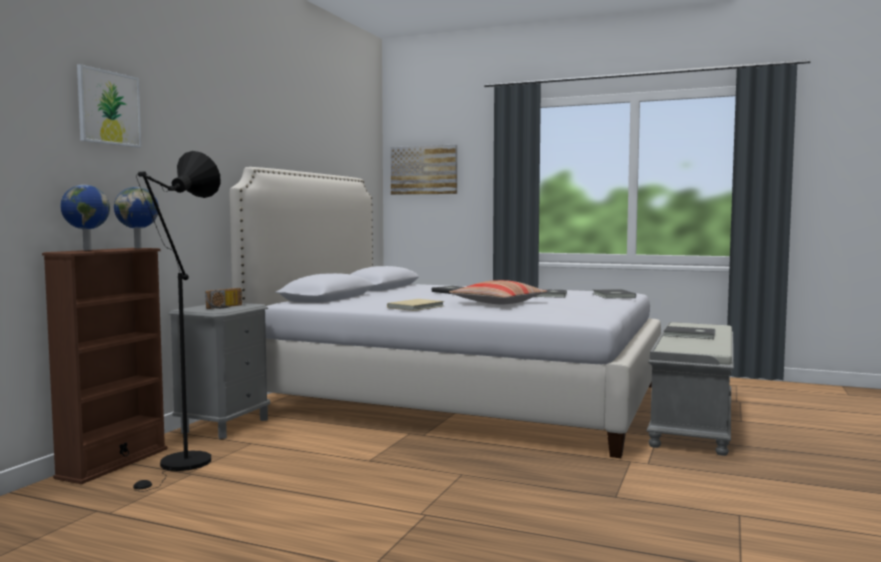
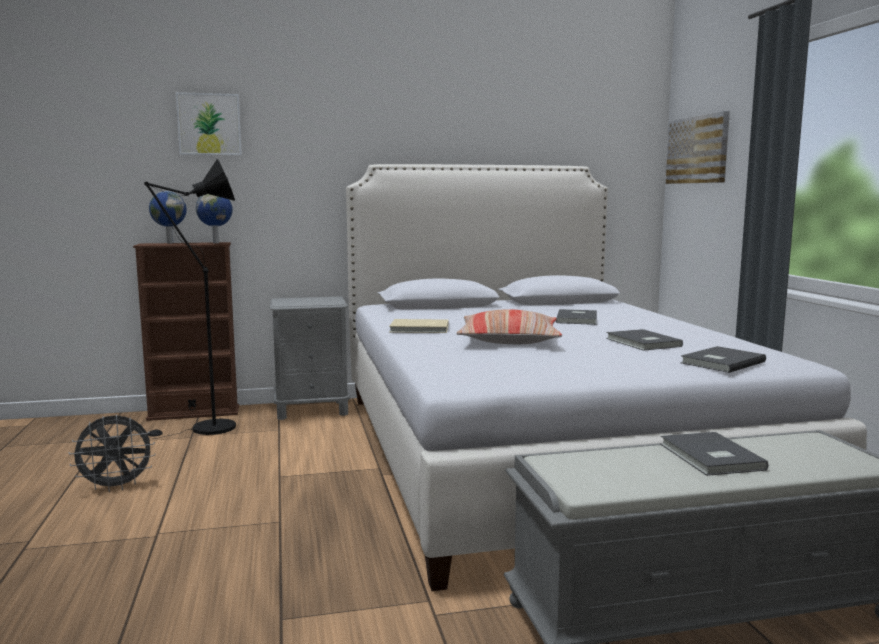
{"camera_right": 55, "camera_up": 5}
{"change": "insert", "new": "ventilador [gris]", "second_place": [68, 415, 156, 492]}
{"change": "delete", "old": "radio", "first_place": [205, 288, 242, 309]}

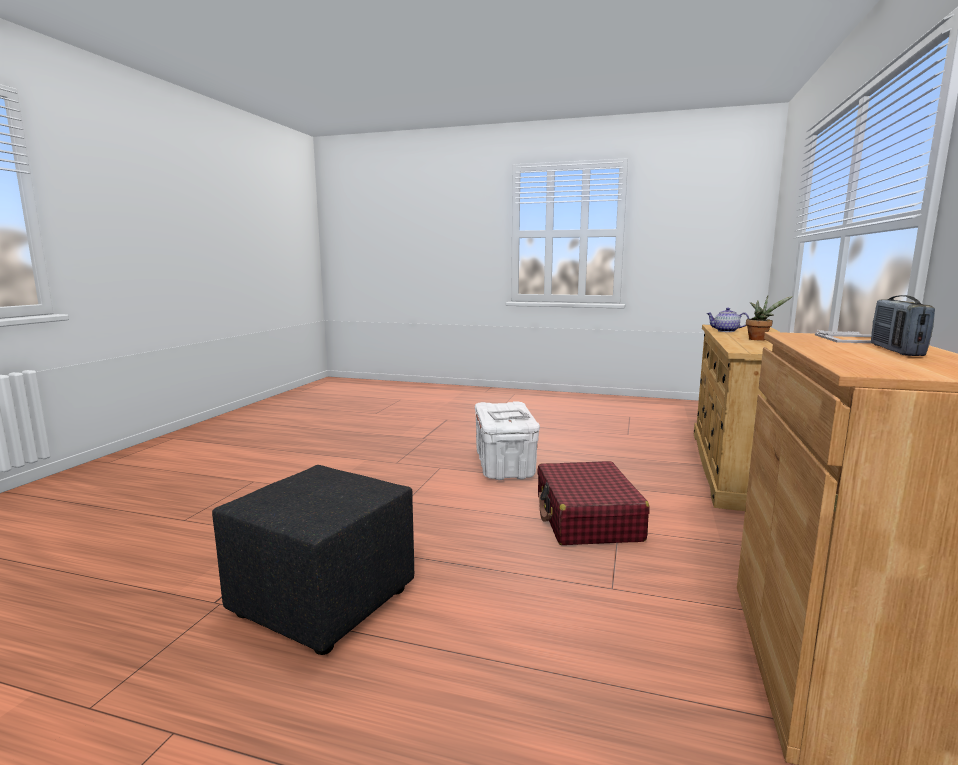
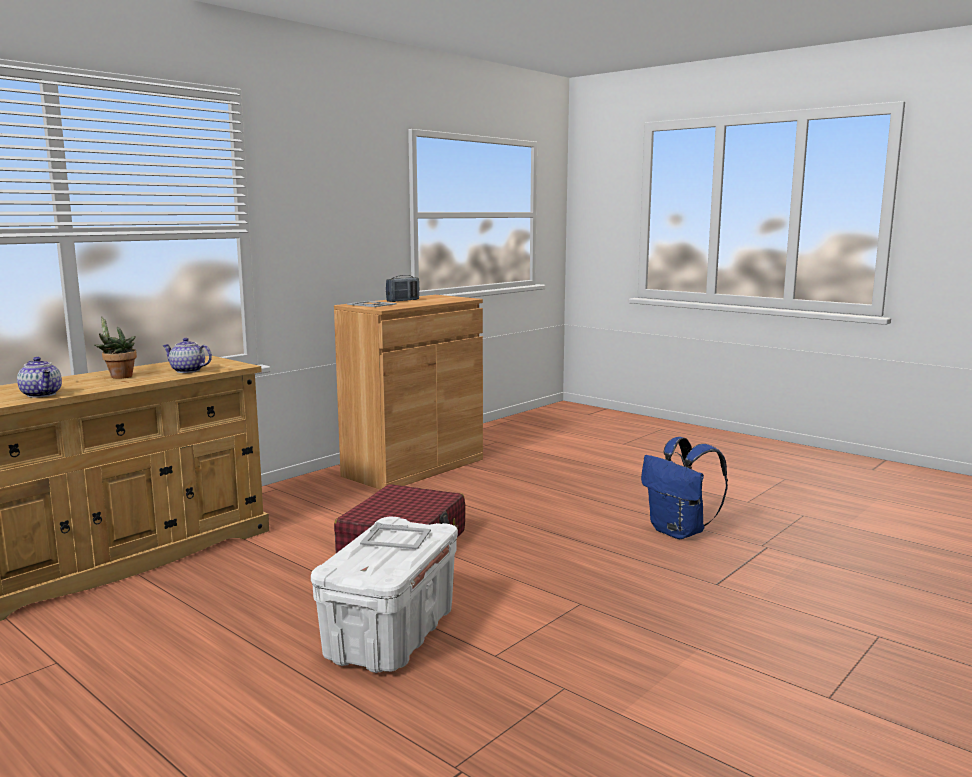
{"camera_right": -155, "camera_up": 0}
{"change": "insert", "new": "tetera", "second_place": [162, 338, 212, 373]}
{"change": "replace", "old": "puf [negro]", "new": "mochila [azul]", "first_place": [212, 465, 414, 655], "second_place": [641, 437, 728, 539]}

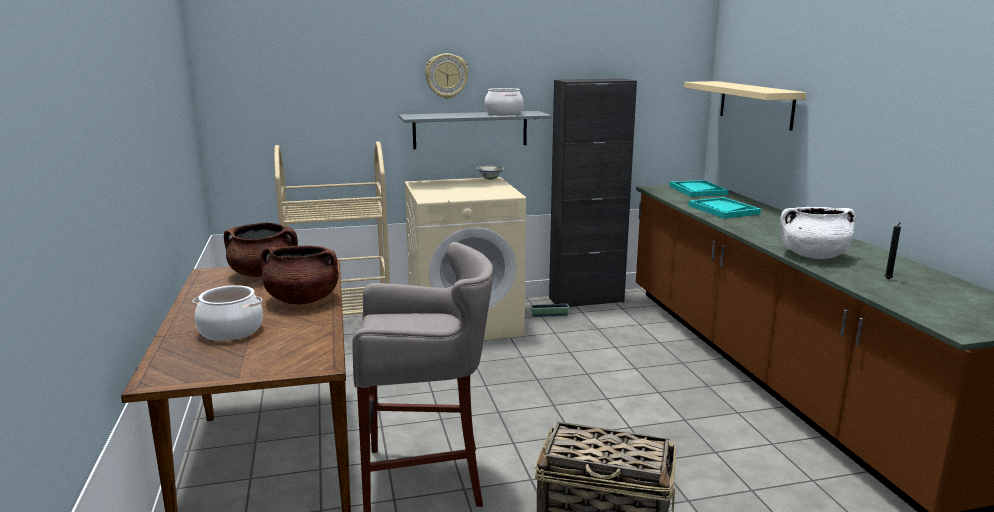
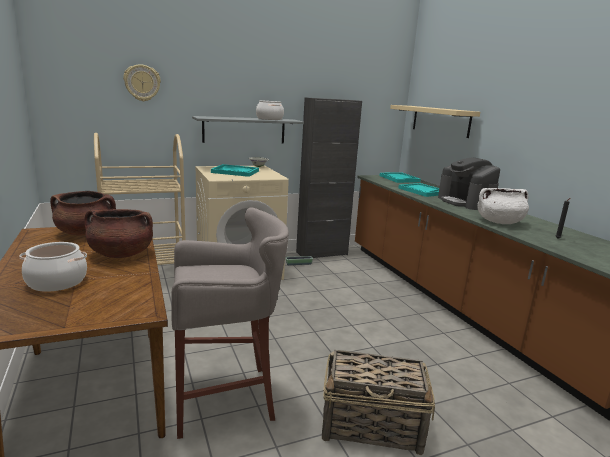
{"camera_right": -10, "camera_up": 0}
{"change": "move", "old": "reloj de pared", "first_place": [425, 53, 469, 99], "second_place": [123, 64, 161, 101]}
{"change": "insert", "new": "bandeja [turquesa]", "second_place": [211, 164, 259, 177]}
{"change": "insert", "new": "cafetera", "second_place": [438, 158, 500, 210]}

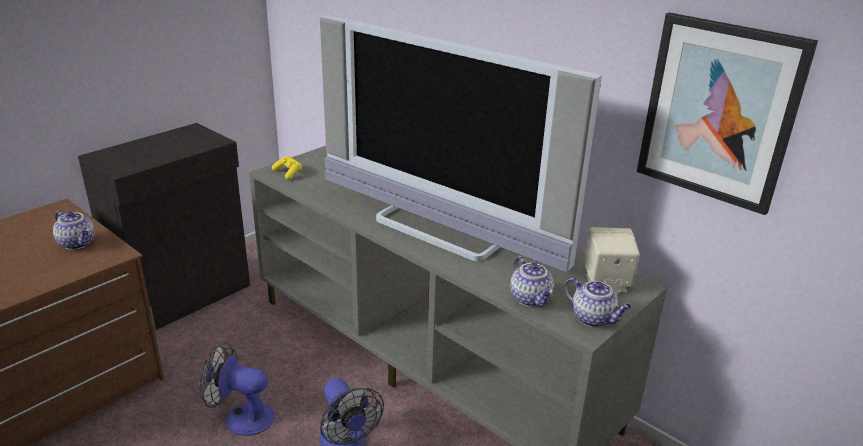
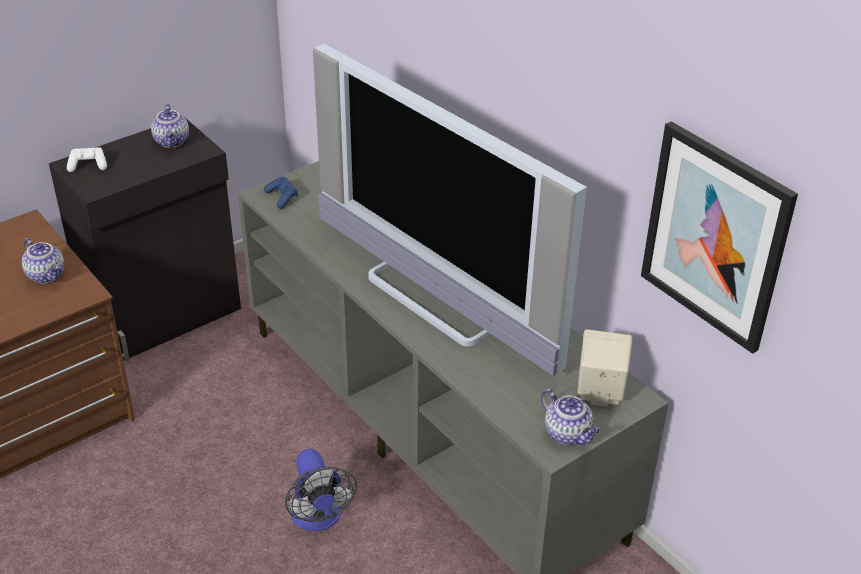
{"camera_right": 10, "camera_up": 10}
{"change": "insert", "new": "mando de consola [blanco]", "second_place": [67, 147, 107, 172]}
{"change": "move", "old": "tetera", "first_place": [510, 256, 554, 307], "second_place": [151, 104, 189, 148]}
{"change": "recolor", "old": "mando de consola [amarillo]", "new": "mando de consola [azul]", "first_place": [272, 156, 302, 180], "second_place": [264, 176, 298, 209]}
{"change": "delete", "old": "ventilador", "first_place": [199, 342, 274, 436]}

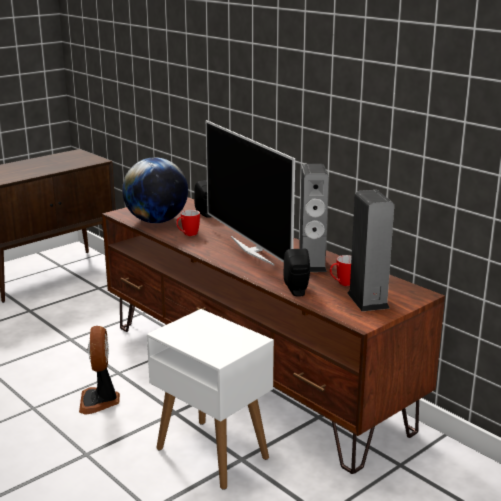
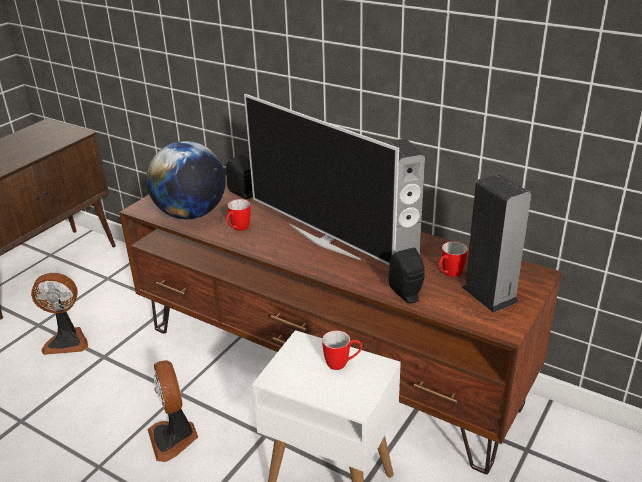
{"camera_right": -15, "camera_up": 10}
{"change": "insert", "new": "ventilador", "second_place": [31, 273, 88, 355]}
{"change": "insert", "new": "taza grande", "second_place": [322, 330, 362, 370]}

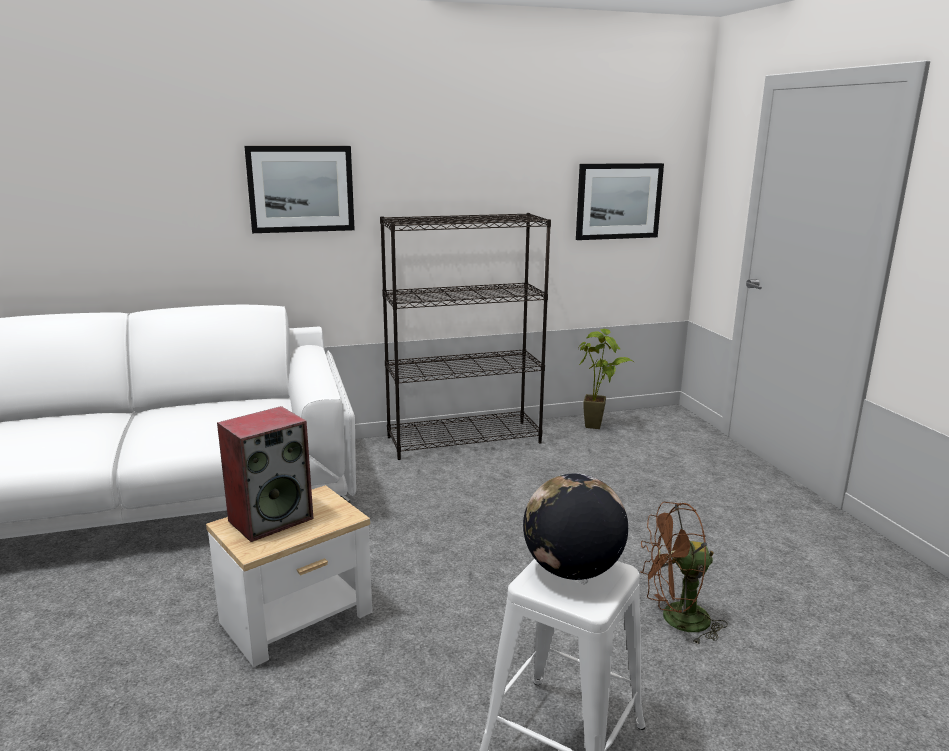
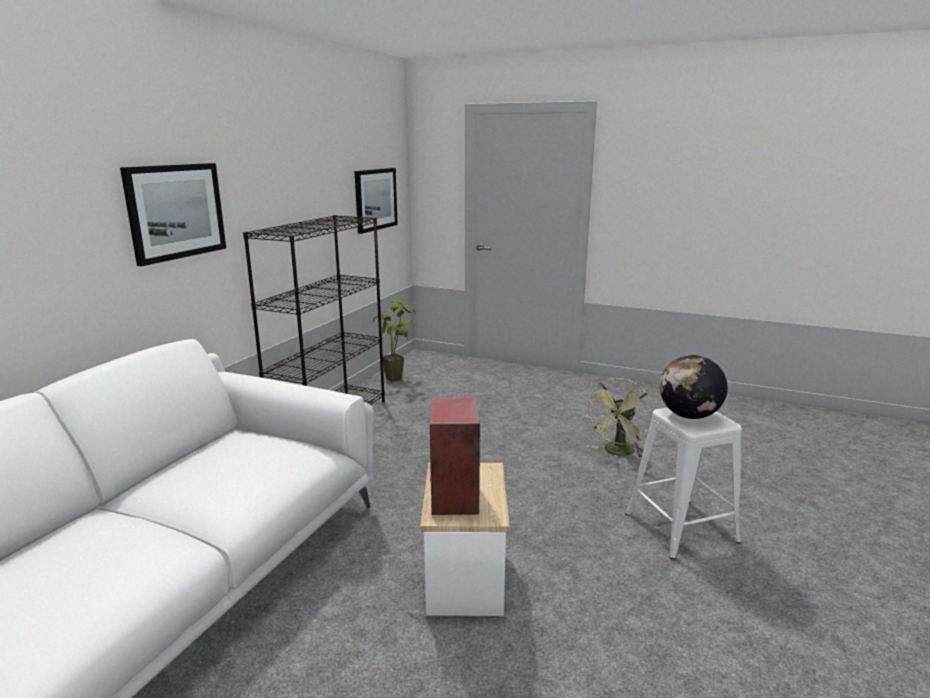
{"camera_right": -50, "camera_up": 0}
{"change": "recolor", "old": "ventilador [marrón]", "new": "ventilador [verde]", "first_place": [640, 502, 728, 645], "second_place": [585, 378, 653, 457]}

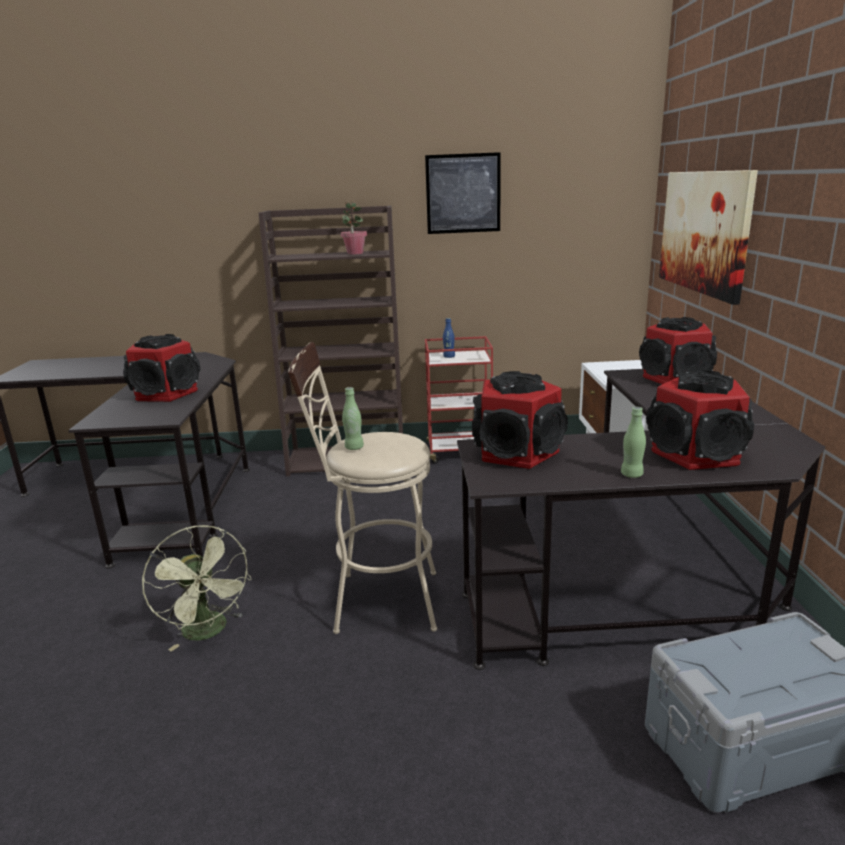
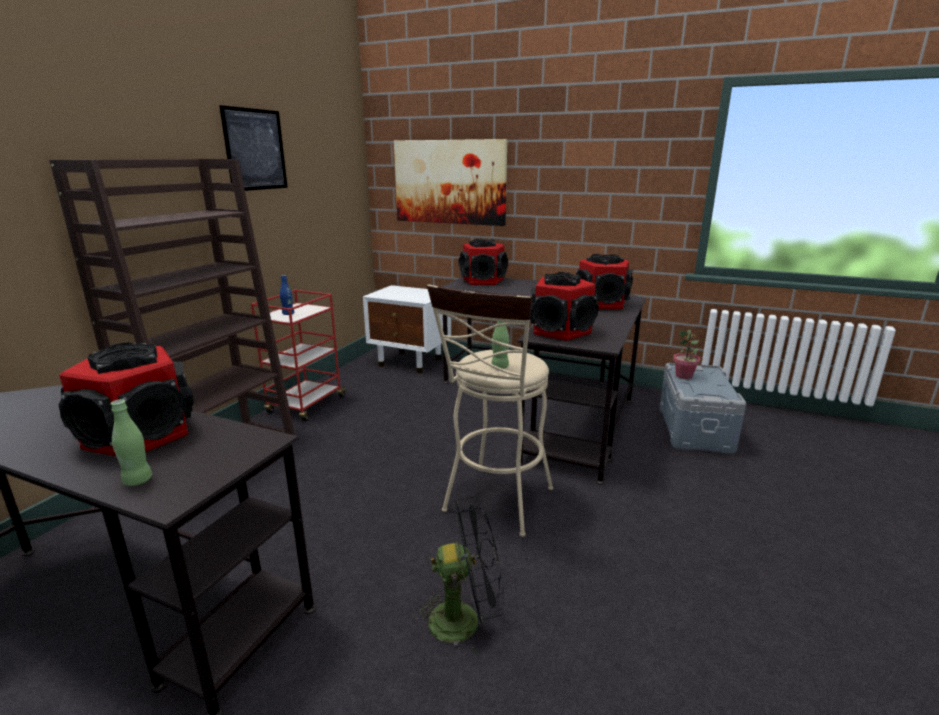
{"camera_right": -65, "camera_up": 0}
{"change": "move", "old": "botella [verde]", "first_place": [621, 407, 646, 478], "second_place": [111, 399, 152, 486]}
{"change": "recolor", "old": "ventilador [verde]", "new": "ventilador [negro]", "first_place": [142, 525, 252, 651], "second_place": [413, 496, 504, 658]}
{"change": "move", "old": "planta en maceta", "first_place": [341, 202, 367, 255], "second_place": [673, 330, 701, 379]}

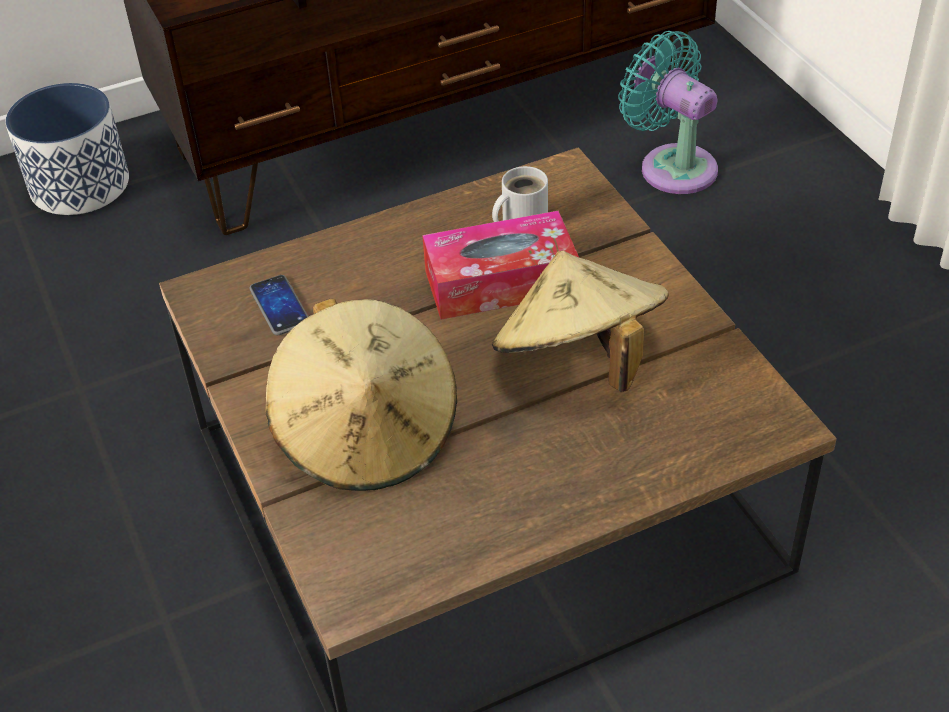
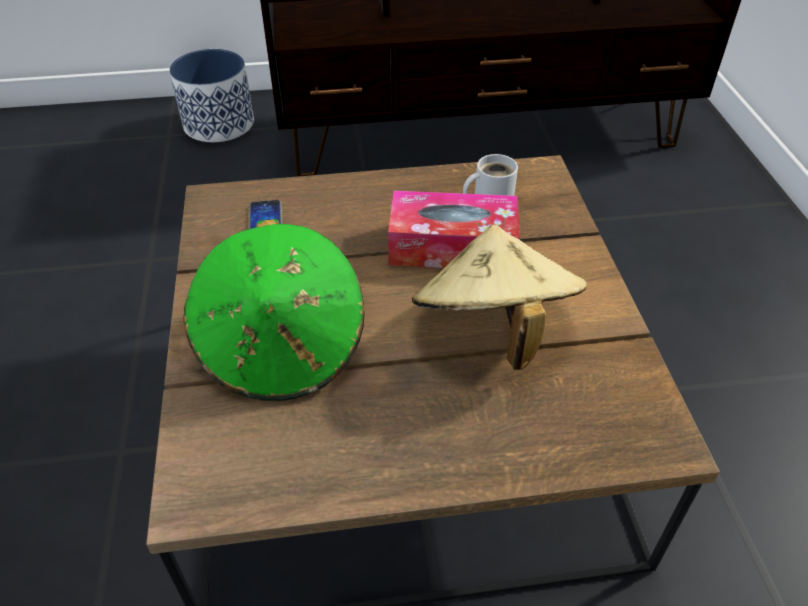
{"camera_right": 15, "camera_up": 0}
{"change": "recolor", "old": "sombrero [beis]", "new": "sombrero [verde]", "first_place": [265, 298, 457, 491], "second_place": [183, 219, 365, 401]}
{"change": "delete", "old": "ventilador [turquesa]", "first_place": [618, 31, 718, 194]}

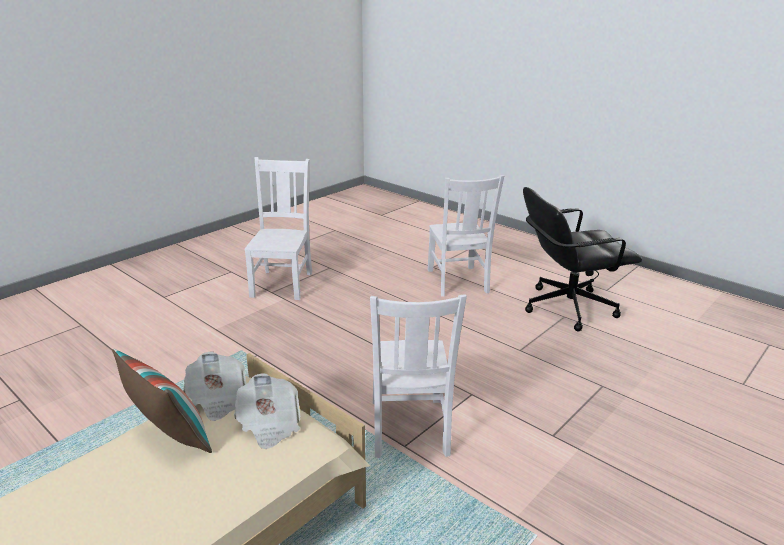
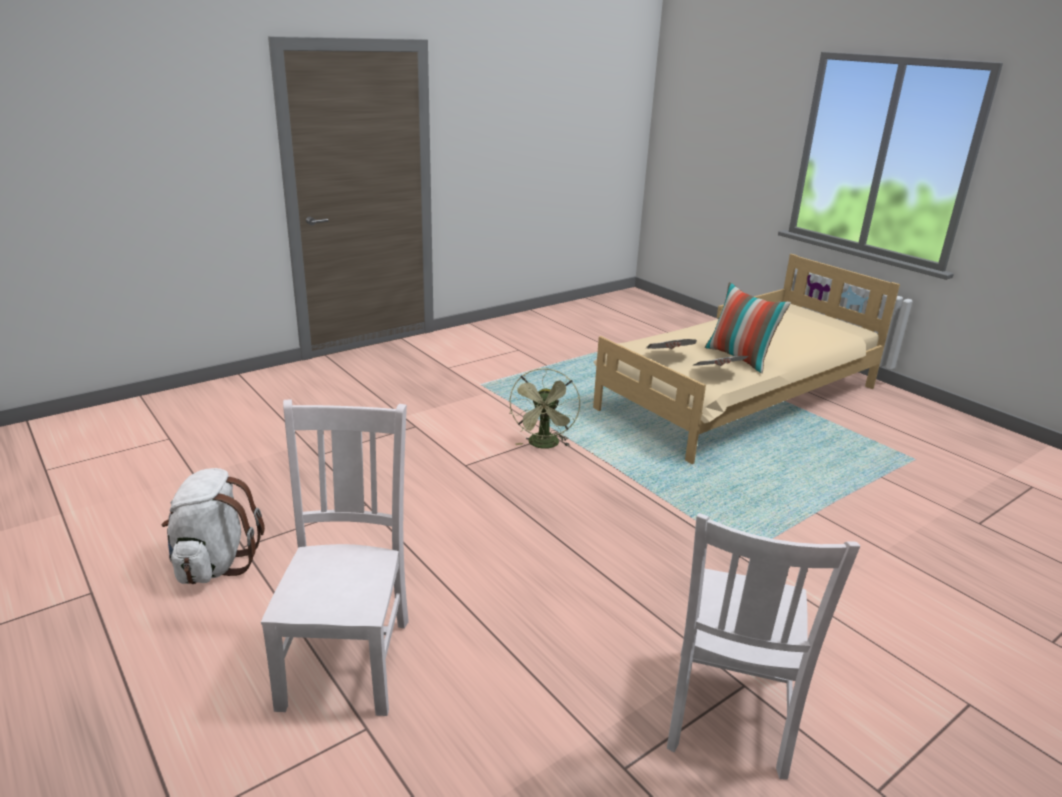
{"camera_right": -170, "camera_up": 0}
{"change": "replace", "old": "silla de oficina [negro]", "new": "mochila [blanco]", "first_place": [523, 187, 642, 331], "second_place": [162, 468, 265, 584]}
{"change": "replace", "old": "silla [blanco]", "new": "ventilador [verde]", "first_place": [370, 294, 467, 458], "second_place": [509, 368, 580, 449]}

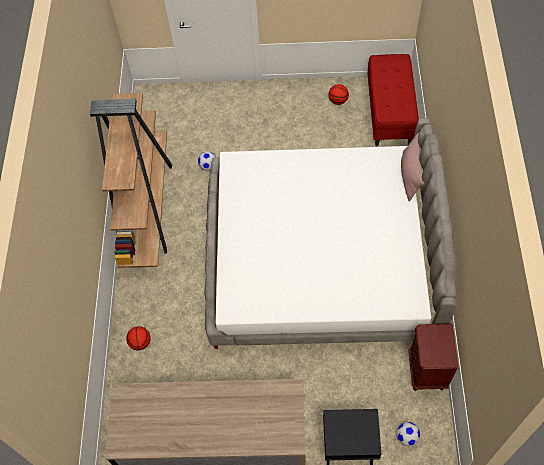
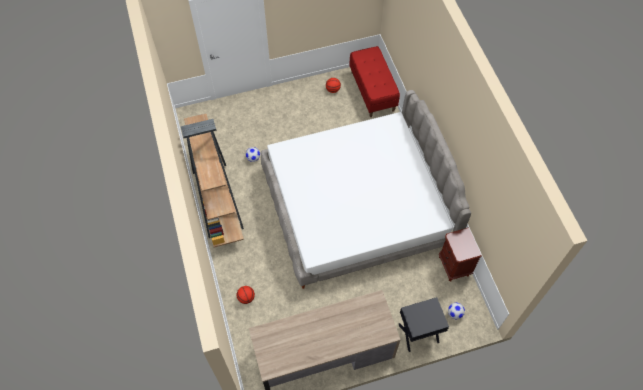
{"camera_right": -20, "camera_up": 0}
{"change": "delete", "old": "cojín [rosa]", "first_place": [401, 133, 424, 201]}

